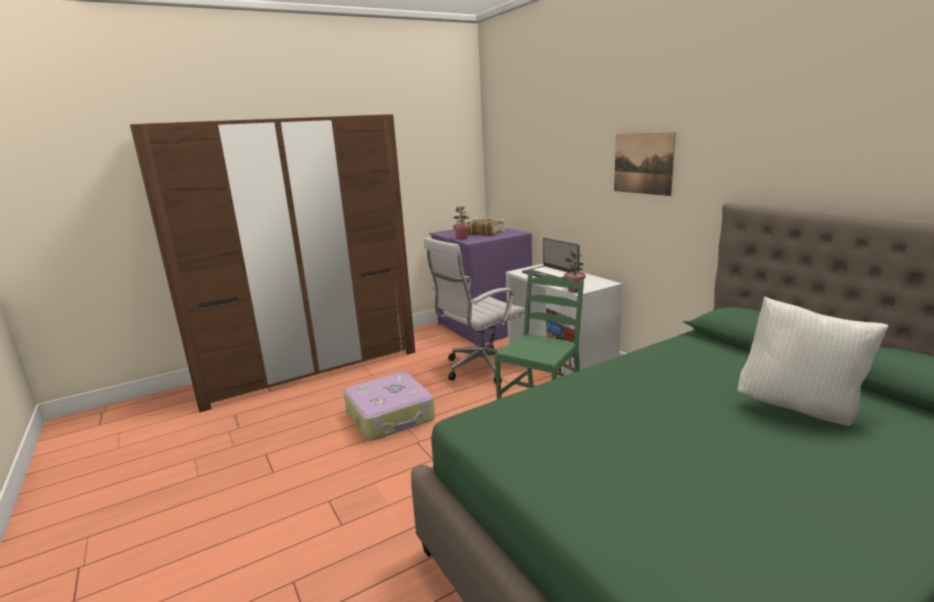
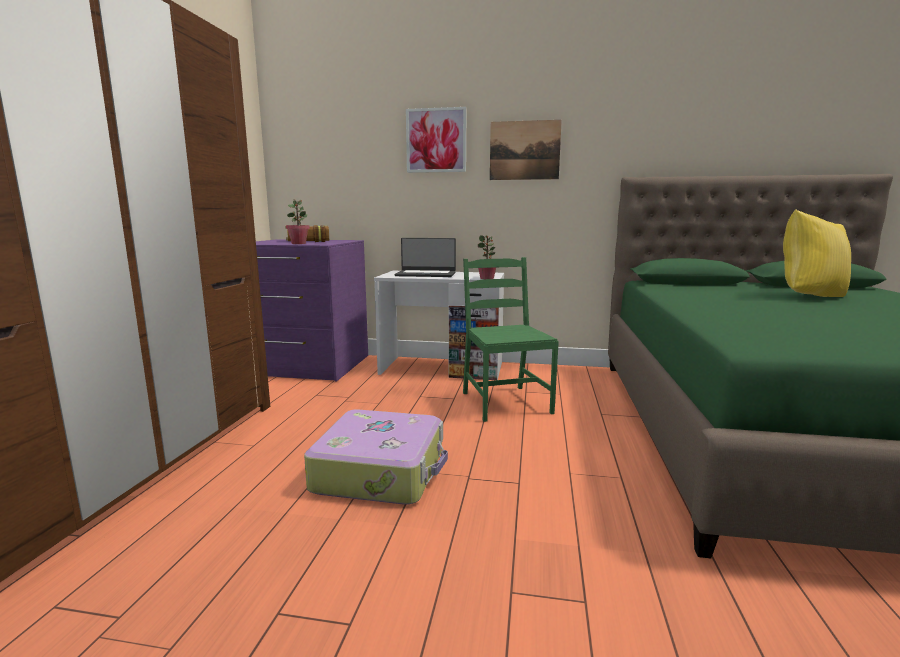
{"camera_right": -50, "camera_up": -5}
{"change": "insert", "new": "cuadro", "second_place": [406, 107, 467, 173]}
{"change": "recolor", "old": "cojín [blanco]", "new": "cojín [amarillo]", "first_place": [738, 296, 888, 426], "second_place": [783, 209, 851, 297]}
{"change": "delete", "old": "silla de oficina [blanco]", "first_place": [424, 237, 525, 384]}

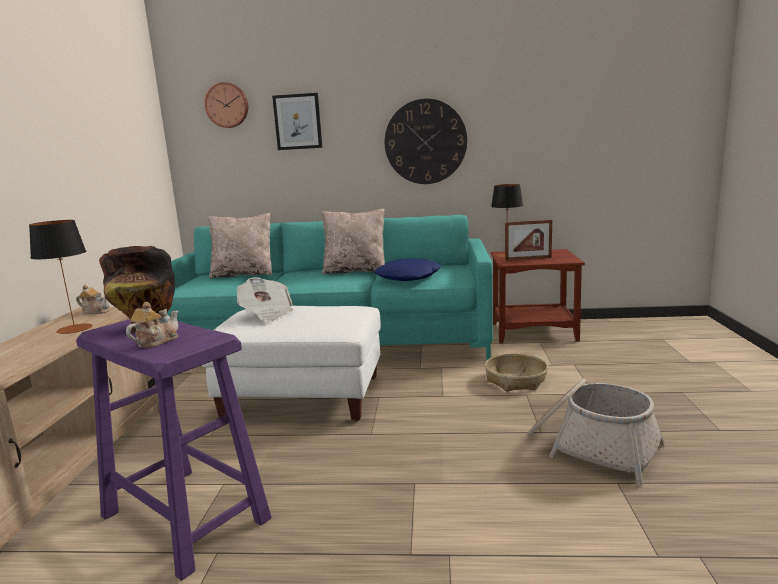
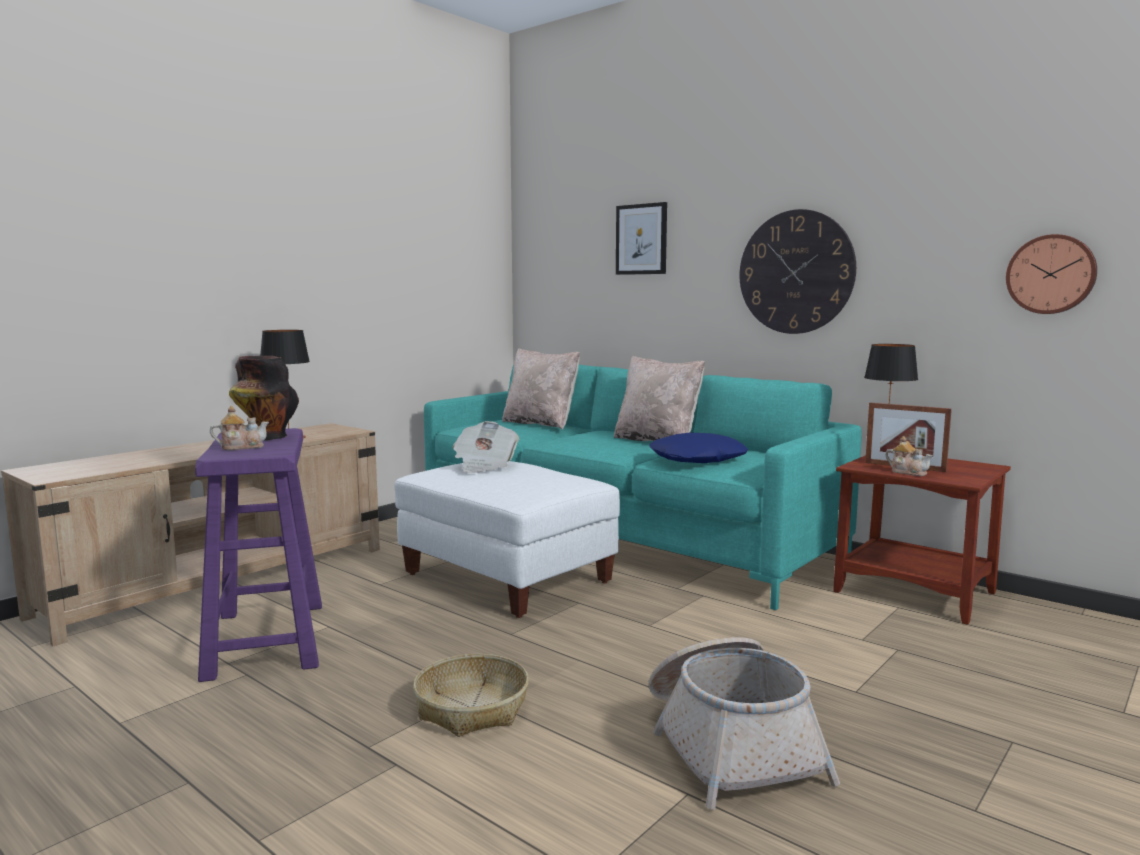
{"camera_right": 35, "camera_up": -5}
{"change": "move", "old": "cesta", "first_place": [485, 354, 548, 391], "second_place": [413, 654, 529, 737]}
{"change": "move", "old": "tetera", "first_place": [76, 285, 110, 314], "second_place": [885, 436, 933, 476]}
{"change": "move", "old": "reloj de pared", "first_place": [204, 82, 248, 128], "second_place": [1006, 234, 1097, 314]}

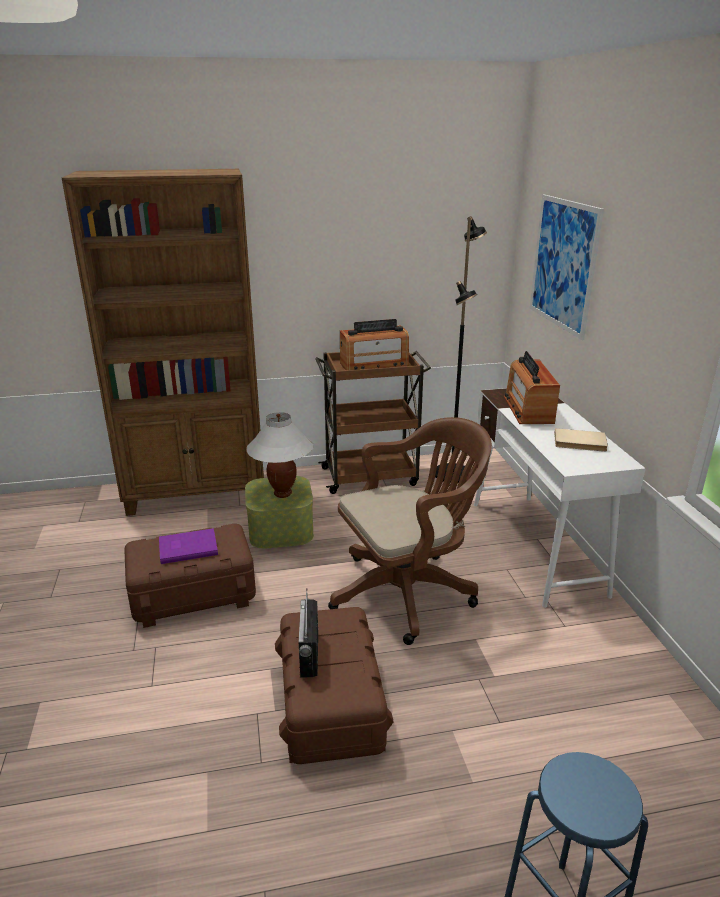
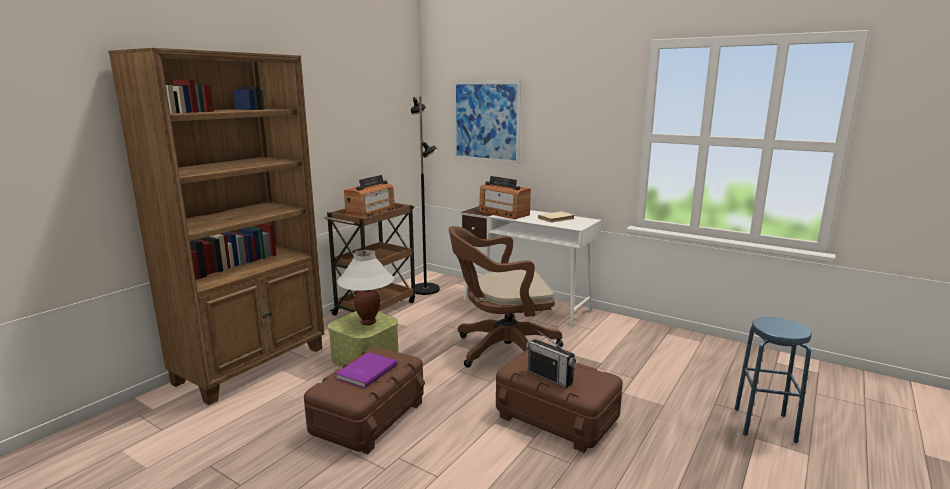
{"camera_right": -45, "camera_up": -10}
{"change": "rotate", "old": "silla de oficina [marrón]", "first_place": [328, 417, 492, 645], "second_place": [449, 226, 563, 368], "degrees": -120}

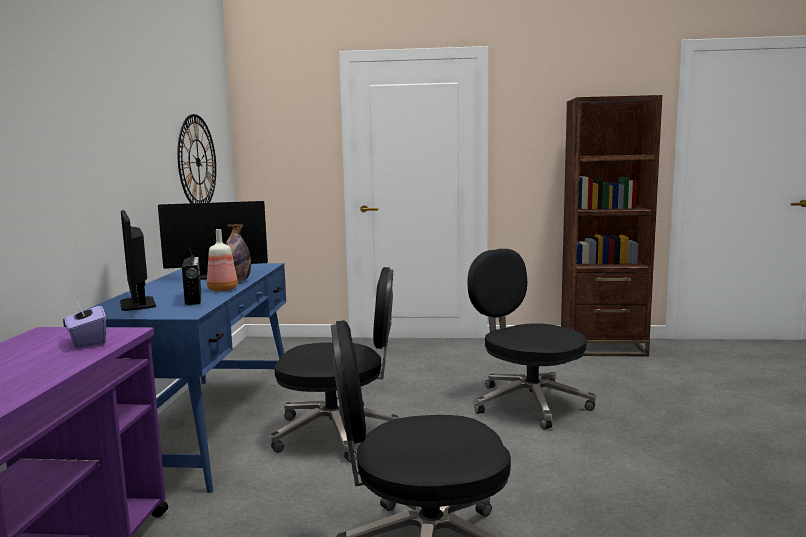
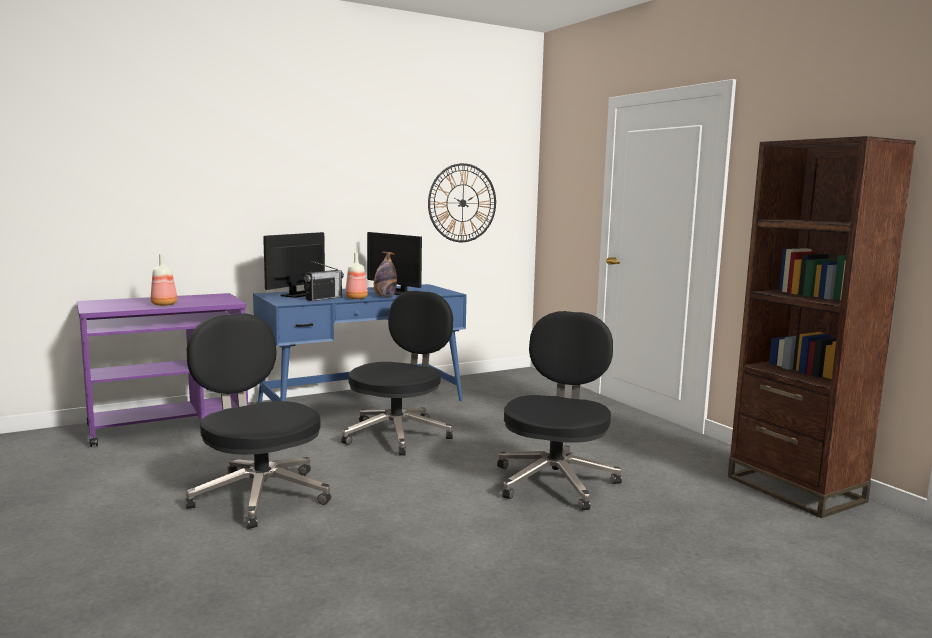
{"camera_right": 55, "camera_up": 0}
{"change": "insert", "new": "botella", "second_place": [151, 254, 177, 306]}
{"change": "rotate", "old": "silla de oficina [negro]", "first_place": [271, 267, 399, 462], "second_place": [341, 291, 453, 456], "degrees": -120}
{"change": "delete", "old": "caja de pañuelos [morado]", "first_place": [65, 300, 106, 348]}

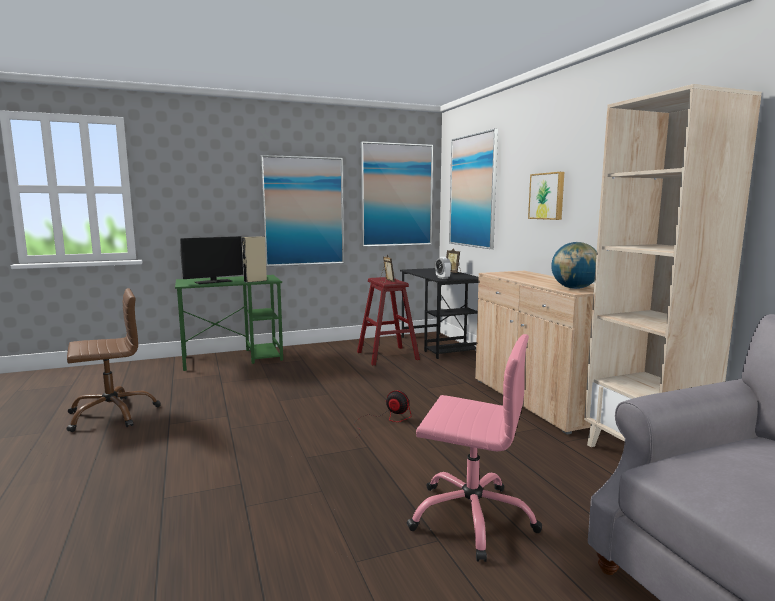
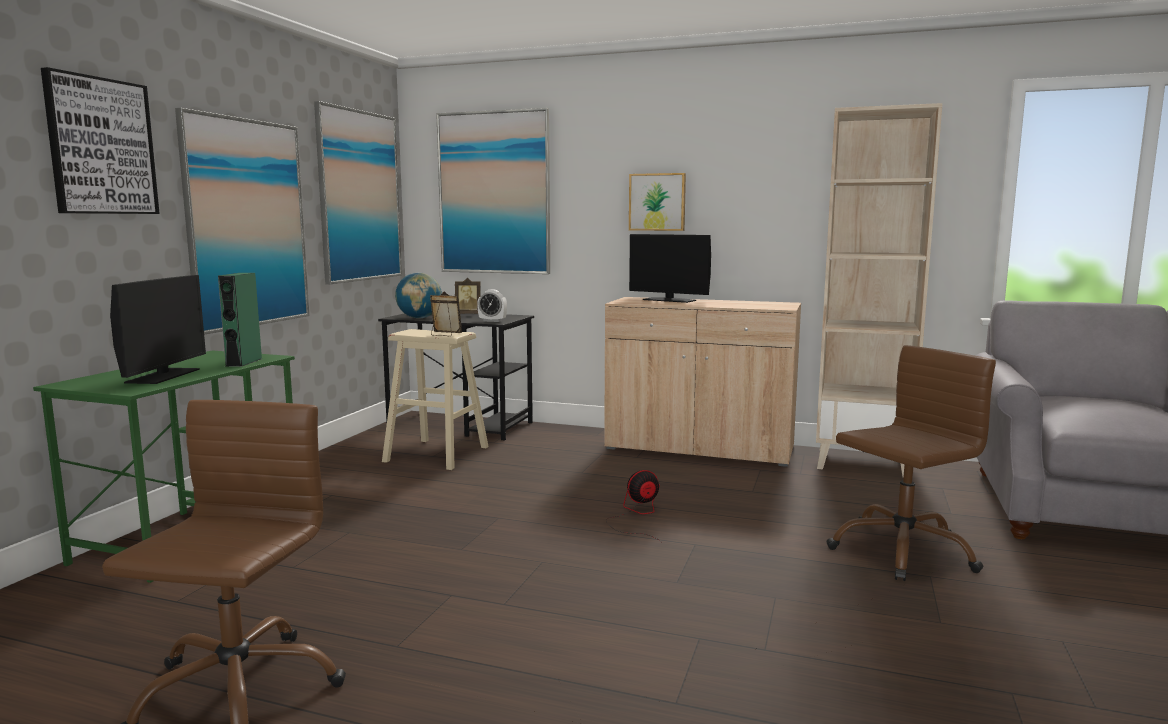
{"camera_right": -50, "camera_up": 0}
{"change": "insert", "new": "cuadro", "second_place": [41, 67, 160, 214]}
{"change": "recolor", "old": "altavoz [beis]", "new": "altavoz [verde]", "first_place": [242, 236, 267, 283], "second_place": [218, 273, 262, 367]}
{"change": "recolor", "old": "taburete [rojo]", "new": "taburete [beis]", "first_place": [357, 277, 420, 366], "second_place": [382, 329, 489, 470]}
{"change": "move", "old": "globo terráqueo", "first_place": [551, 242, 597, 289], "second_place": [395, 273, 442, 318]}
{"change": "insert", "new": "monitor", "second_place": [629, 234, 711, 303]}
{"change": "recolor", "old": "silla de oficina [rosa]", "new": "silla de oficina [marrón]", "first_place": [407, 334, 542, 562], "second_place": [826, 345, 996, 581]}

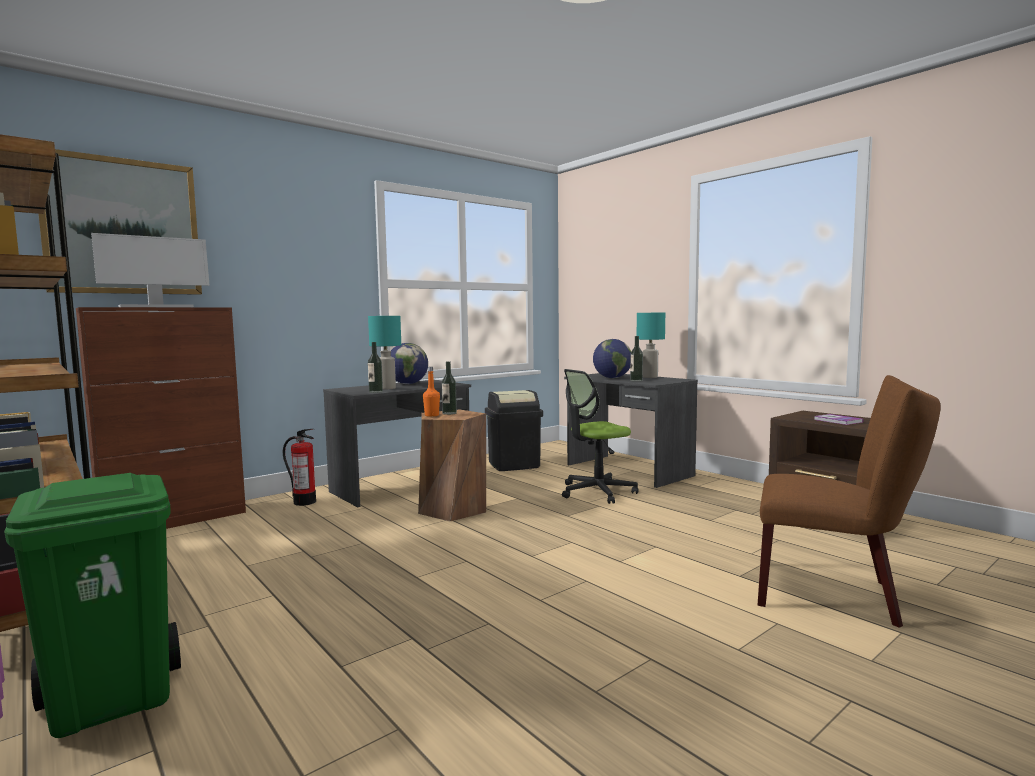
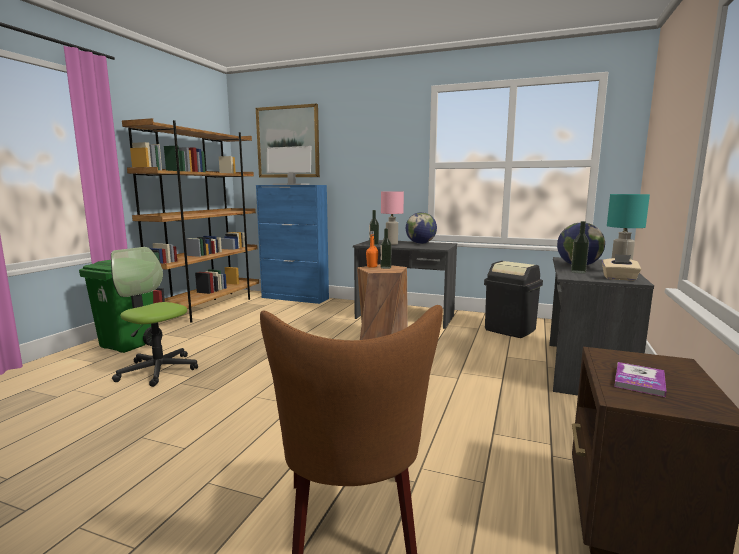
{"camera_right": 60, "camera_up": 5}
{"change": "move", "old": "silla de oficina", "first_place": [562, 369, 638, 504], "second_place": [111, 247, 198, 387]}
{"change": "recolor", "old": "armario [marrón]", "new": "armario [azul]", "first_place": [76, 307, 246, 529], "second_place": [256, 185, 329, 304]}
{"change": "recolor", "old": "lámpara de mesa [turquesa]", "new": "lámpara de mesa [rosa]", "first_place": [368, 316, 401, 390], "second_place": [381, 191, 404, 245]}
{"change": "insert", "new": "caja de pañuelos [beis]", "second_place": [602, 254, 641, 281]}
{"change": "delete", "old": "extintor", "first_place": [283, 429, 316, 506]}

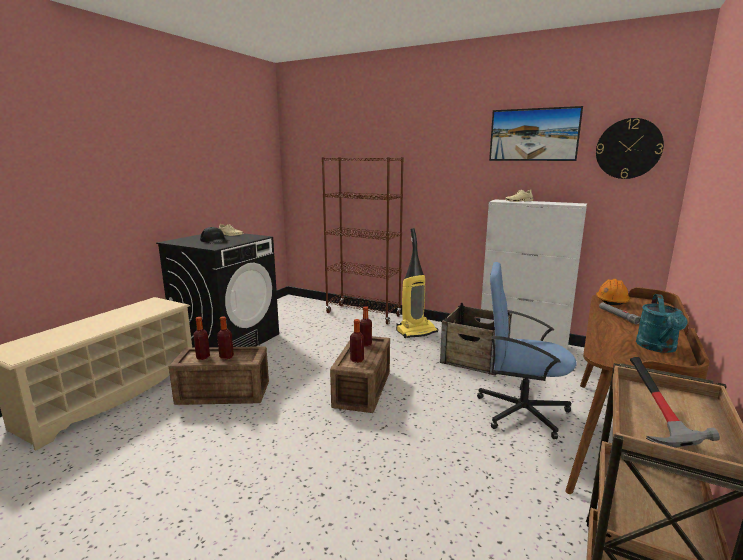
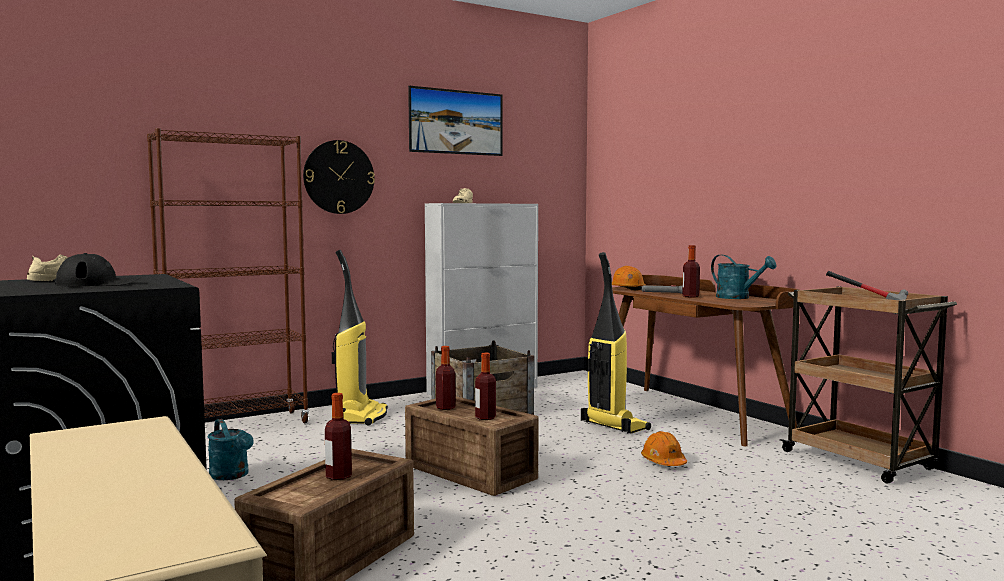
{"camera_right": -60, "camera_up": -10}
{"change": "insert", "new": "regadera [turquesa]", "second_place": [208, 419, 253, 480]}
{"change": "move", "old": "reloj de pared", "first_place": [596, 118, 664, 179], "second_place": [303, 140, 375, 214]}
{"change": "replace", "old": "silla de oficina [azul]", "new": "aspiradora", "first_place": [477, 262, 576, 439], "second_place": [581, 252, 651, 433]}
{"change": "insert", "new": "casco [naranja]", "second_place": [641, 431, 687, 466]}
{"change": "move", "old": "botella", "first_place": [193, 317, 210, 360], "second_place": [682, 245, 700, 298]}

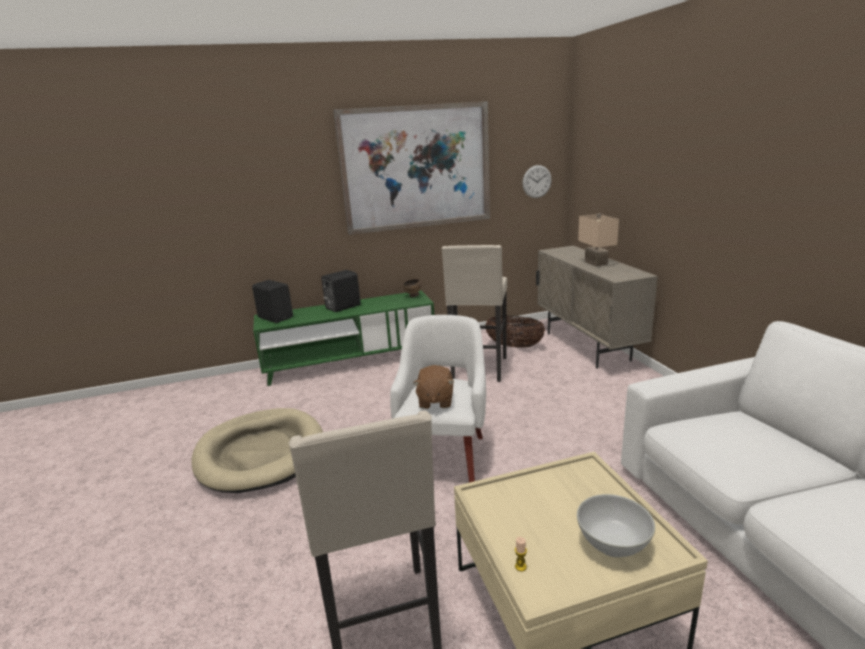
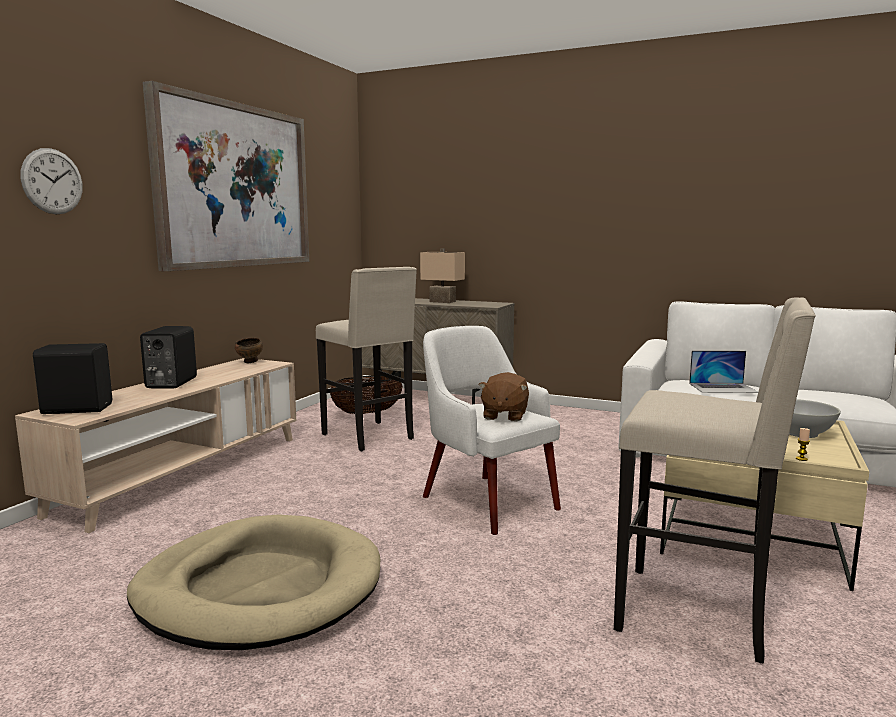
{"camera_right": -50, "camera_up": -10}
{"change": "recolor", "old": "mueble de televisión [verde]", "new": "mueble de televisión [beis]", "first_place": [253, 291, 434, 386], "second_place": [15, 358, 296, 533]}
{"change": "move", "old": "reloj de pared", "first_place": [522, 165, 552, 198], "second_place": [21, 148, 83, 214]}
{"change": "rotate", "old": "peluche [marrón]", "first_place": [413, 365, 454, 409], "second_place": [478, 372, 529, 421], "degrees": 60}
{"change": "insert", "new": "portátil", "second_place": [689, 351, 758, 393]}

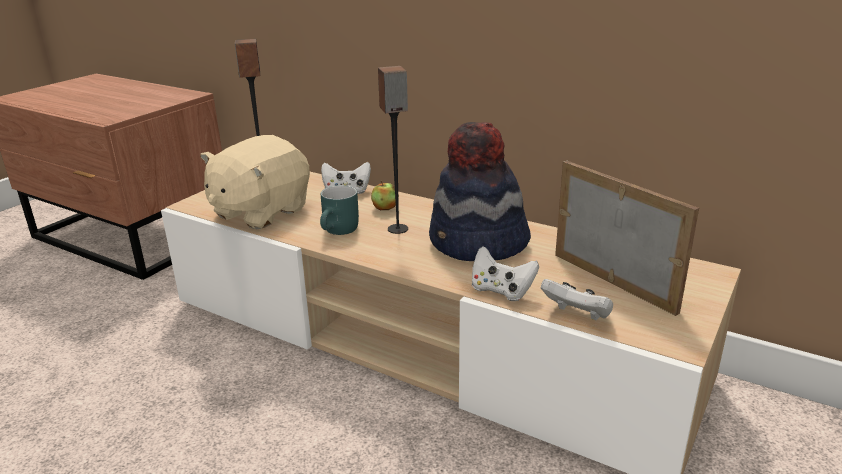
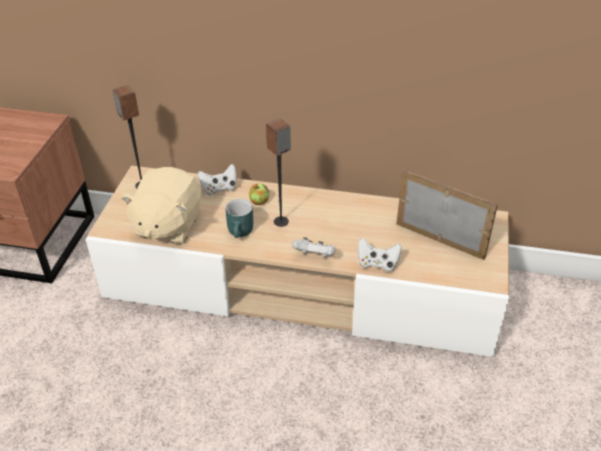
{"camera_right": -20, "camera_up": 15}
{"change": "move", "old": "mando de consola [blanco]", "first_place": [541, 279, 613, 321], "second_place": [292, 237, 335, 258]}
{"change": "delete", "old": "sombrero", "first_place": [429, 122, 531, 261]}

